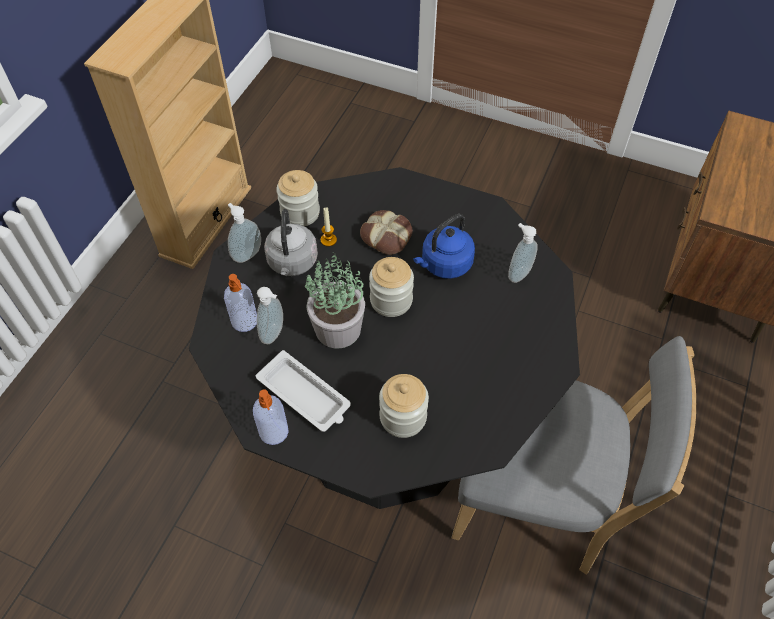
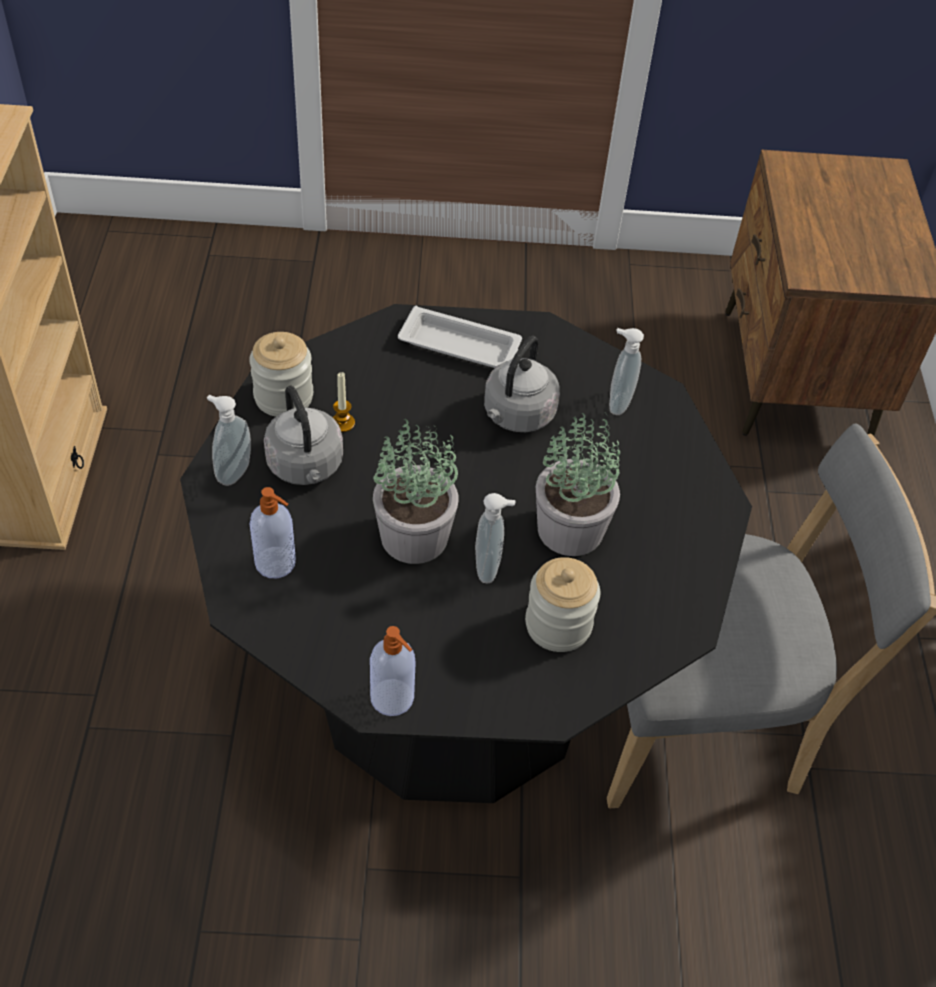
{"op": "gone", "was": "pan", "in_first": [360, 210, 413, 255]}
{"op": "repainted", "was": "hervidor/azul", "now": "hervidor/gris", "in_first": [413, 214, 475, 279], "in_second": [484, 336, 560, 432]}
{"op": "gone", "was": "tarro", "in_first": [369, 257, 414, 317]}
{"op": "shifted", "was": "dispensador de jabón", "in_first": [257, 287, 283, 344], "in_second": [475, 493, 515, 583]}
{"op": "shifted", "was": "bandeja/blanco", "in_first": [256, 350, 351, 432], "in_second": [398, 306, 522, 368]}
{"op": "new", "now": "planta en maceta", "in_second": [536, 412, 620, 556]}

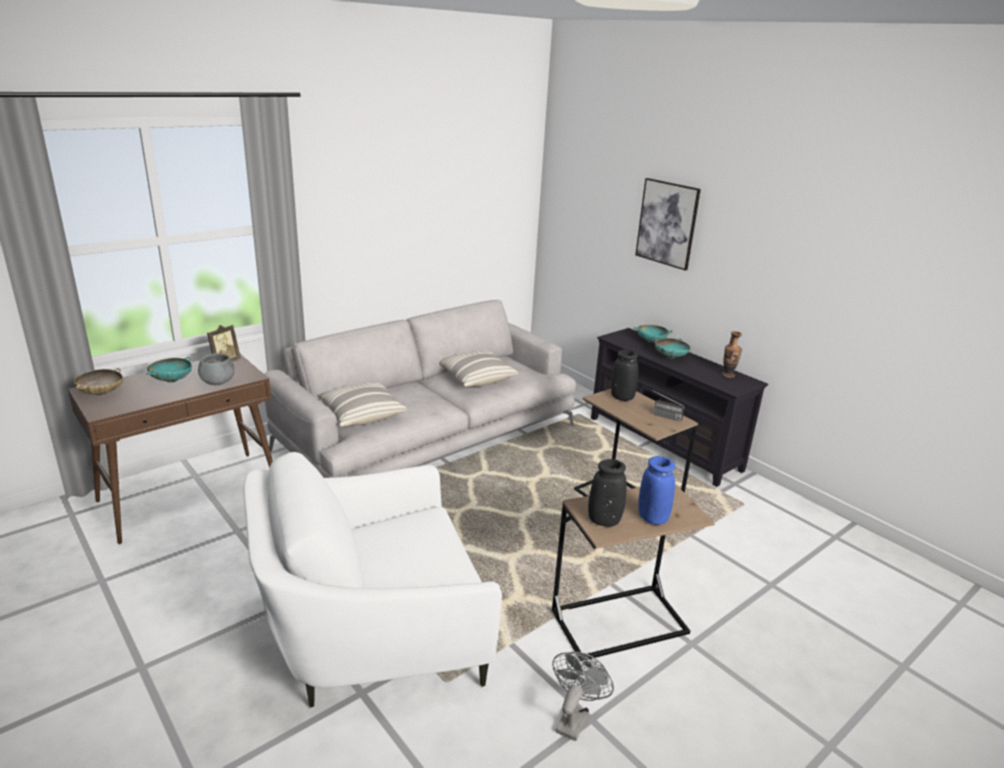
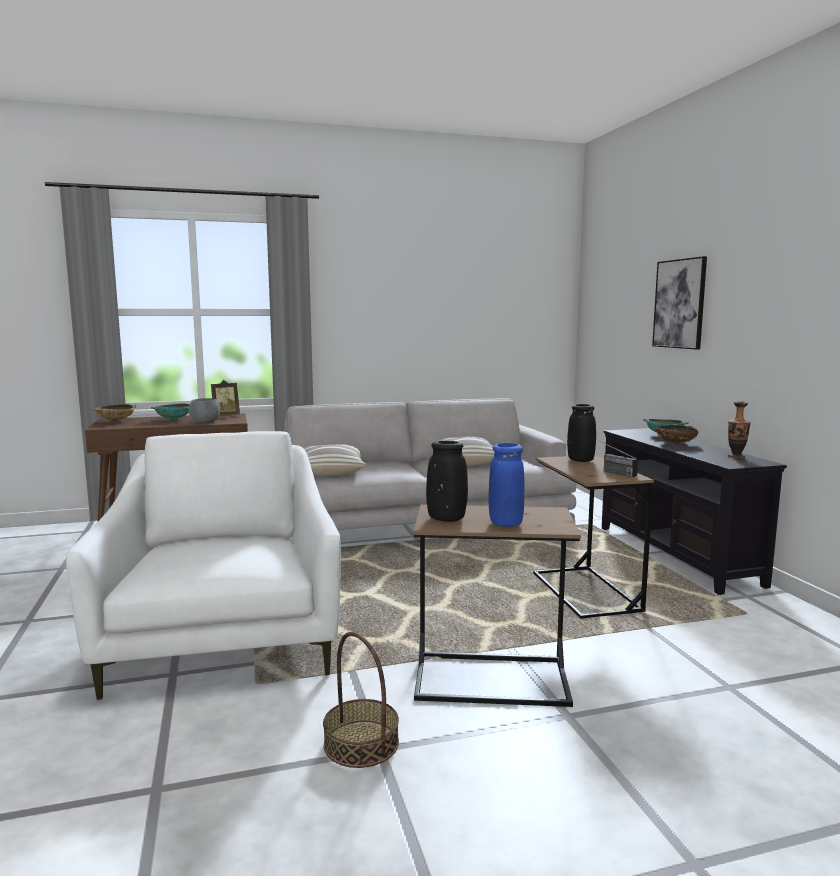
{"op": "repainted", "was": "cuenco/turquesa", "now": "cuenco/marrón", "in_first": [655, 338, 690, 358], "in_second": [656, 425, 699, 445]}
{"op": "rotated", "was": "sillón/blanco", "in_first": [243, 452, 502, 708], "in_second": [66, 431, 341, 700], "clockwise": 75}
{"op": "swapped", "was": "ventilador/gris", "now": "cesta", "in_first": [552, 651, 614, 741], "in_second": [323, 632, 399, 768]}

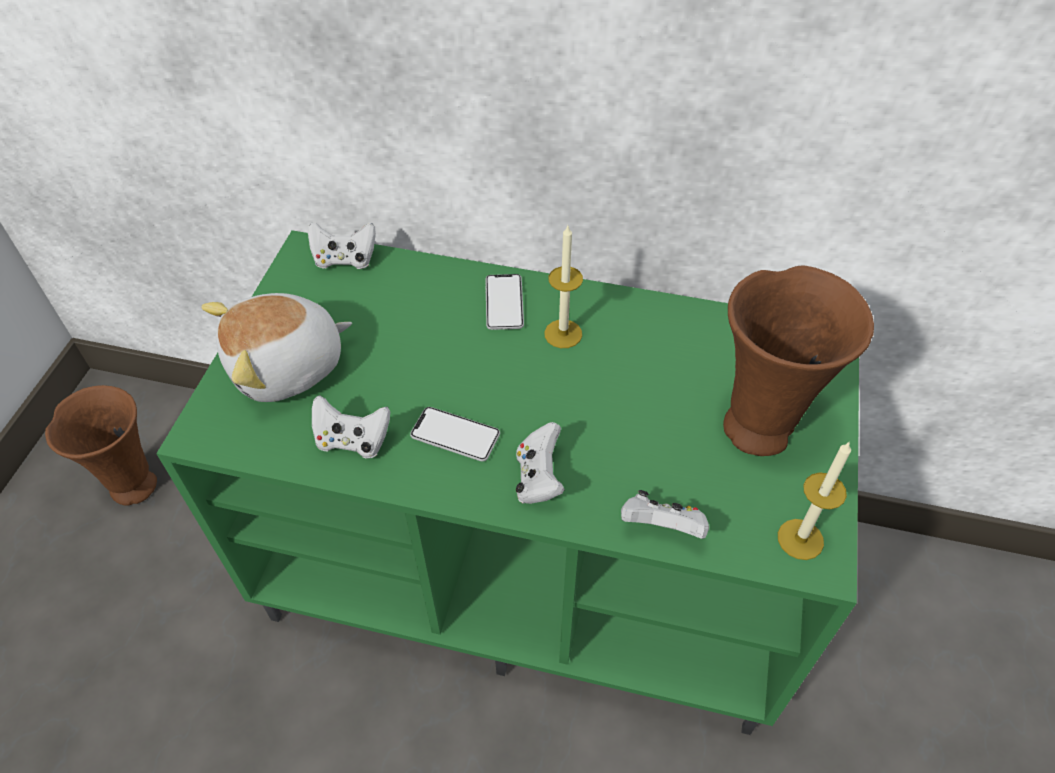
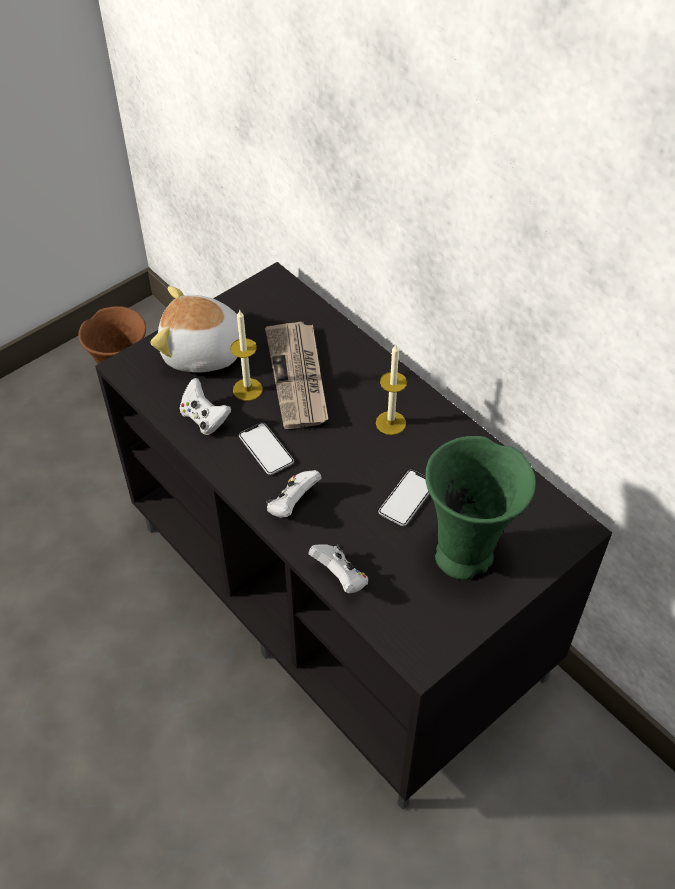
{"op": "gone", "was": "mando de consola/blanco", "in_first": [308, 222, 376, 269]}
{"op": "repainted", "was": "mueble de televisión/verde", "now": "mueble de televisión/negro", "in_first": [156, 230, 859, 735], "in_second": [95, 262, 612, 810]}
{"op": "repainted", "was": "florero/marrón", "now": "florero/verde", "in_first": [723, 266, 874, 456], "in_second": [425, 436, 536, 580]}
{"op": "shifted", "was": "móvil", "in_first": [485, 274, 524, 330], "in_second": [378, 470, 429, 526]}
{"op": "shifted", "was": "vela", "in_first": [778, 441, 851, 560], "in_second": [230, 309, 262, 401]}
{"op": "new", "now": "periódico", "in_second": [265, 321, 328, 429]}

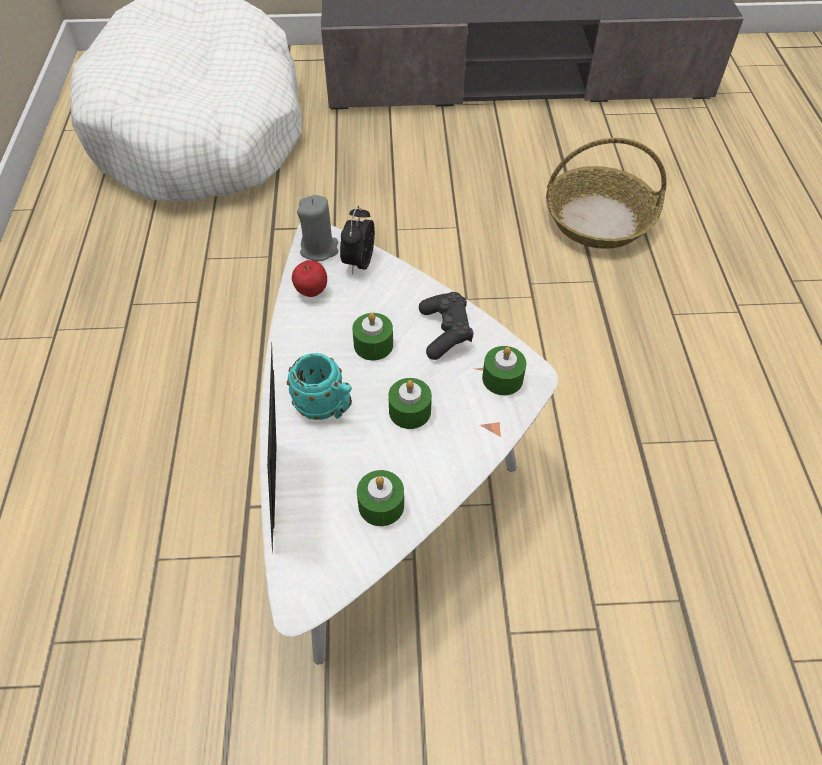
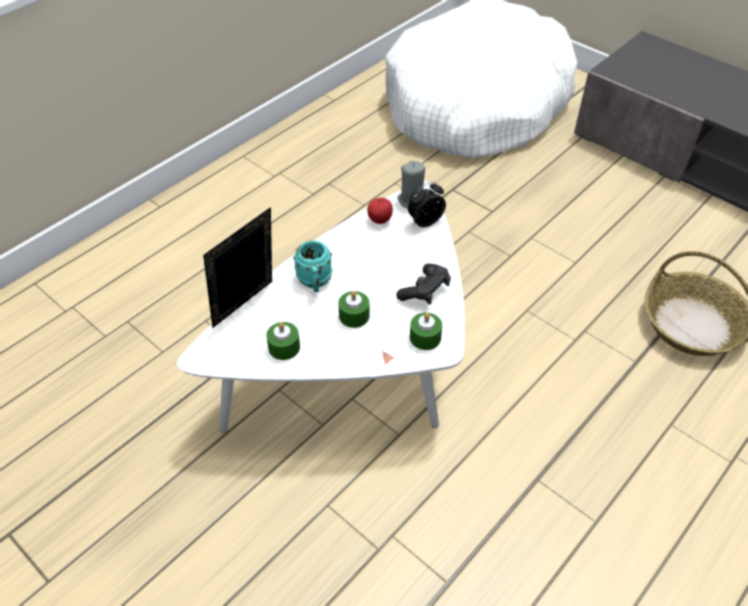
{"op": "gone", "was": "vela/verde", "in_first": [352, 312, 393, 360]}

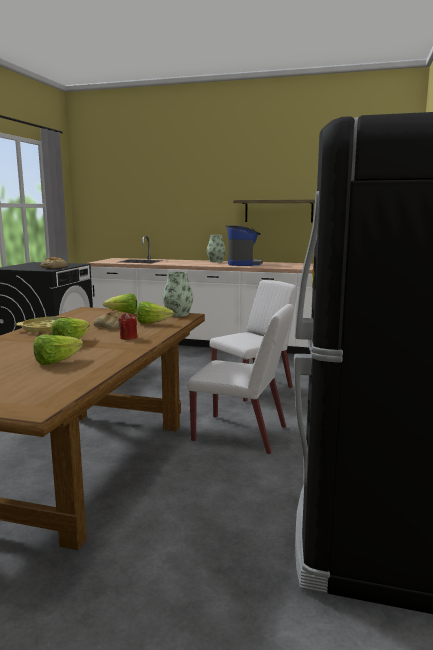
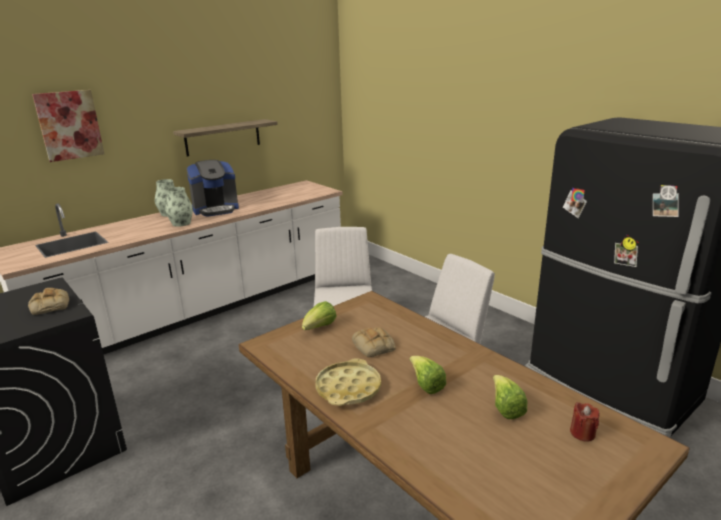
{"op": "rotated", "was": "cafetera", "in_first": [225, 225, 263, 266], "in_second": [187, 160, 239, 217], "clockwise": 120}
{"op": "shifted", "was": "florero", "in_first": [163, 272, 193, 317], "in_second": [165, 187, 193, 227]}
{"op": "gone", "was": "lechuga", "in_first": [137, 301, 174, 324]}
{"op": "shifted", "was": "vela/rojo", "in_first": [119, 313, 137, 340], "in_second": [570, 402, 599, 442]}
{"op": "new", "now": "cuadro", "in_second": [32, 90, 104, 162]}

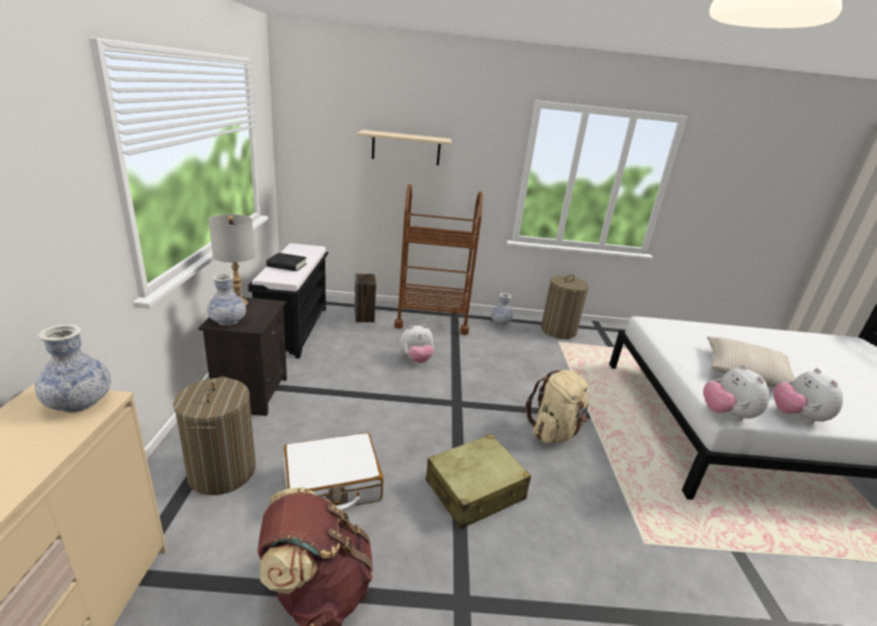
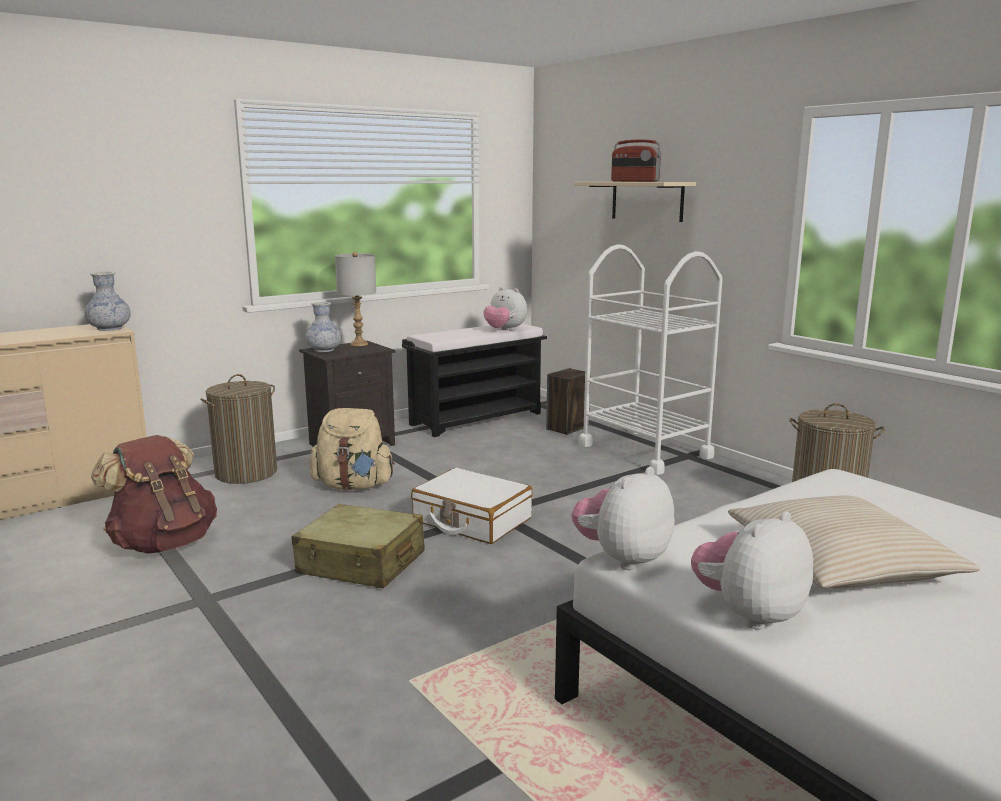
{"op": "repainted", "was": "carrito/marrón", "now": "carrito/blanco", "in_first": [394, 184, 483, 335], "in_second": [579, 244, 723, 475]}
{"op": "gone", "was": "libro/negro", "in_first": [266, 253, 307, 271]}
{"op": "gone", "was": "florero", "in_first": [491, 293, 513, 325]}
{"op": "shifted", "was": "peluche", "in_first": [400, 325, 434, 363], "in_second": [483, 287, 527, 331]}
{"op": "shifted", "was": "mochila/beis", "in_first": [525, 370, 588, 444], "in_second": [310, 408, 395, 490]}
{"op": "shifted", "was": "maleta/blanco", "in_first": [284, 433, 383, 512], "in_second": [411, 467, 533, 544]}
{"op": "new", "now": "radio", "in_second": [611, 139, 661, 182]}

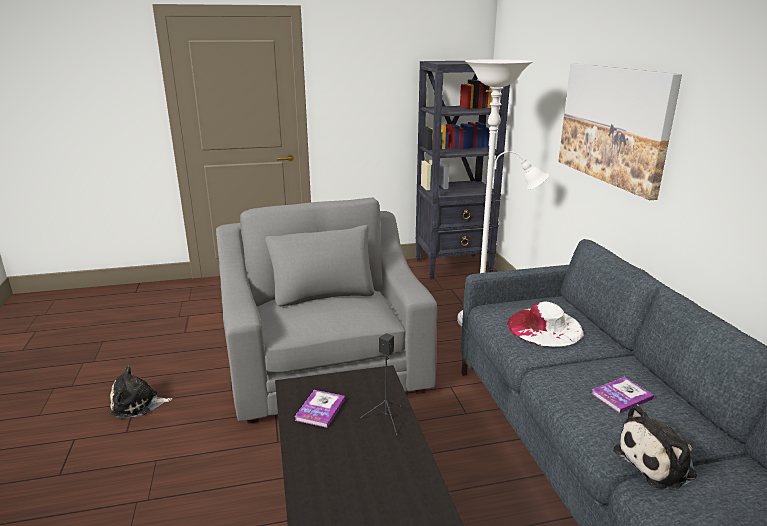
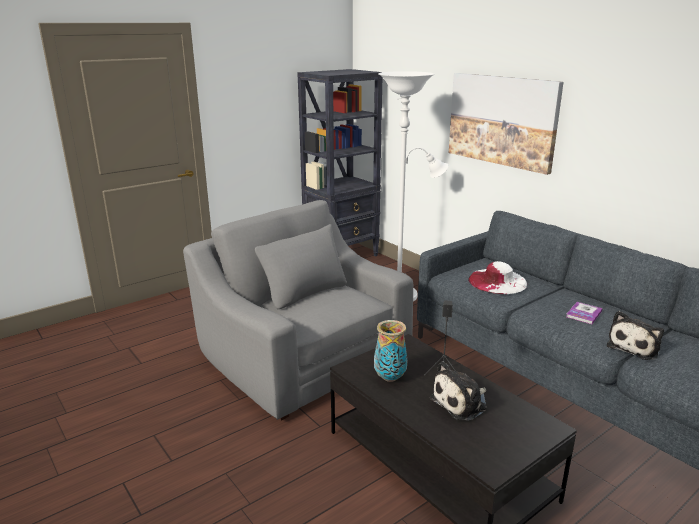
{"op": "shifted", "was": "peluche", "in_first": [110, 366, 172, 418], "in_second": [429, 361, 487, 421]}
{"op": "swapped", "was": "libro", "now": "florero", "in_first": [295, 390, 345, 428], "in_second": [374, 320, 408, 382]}

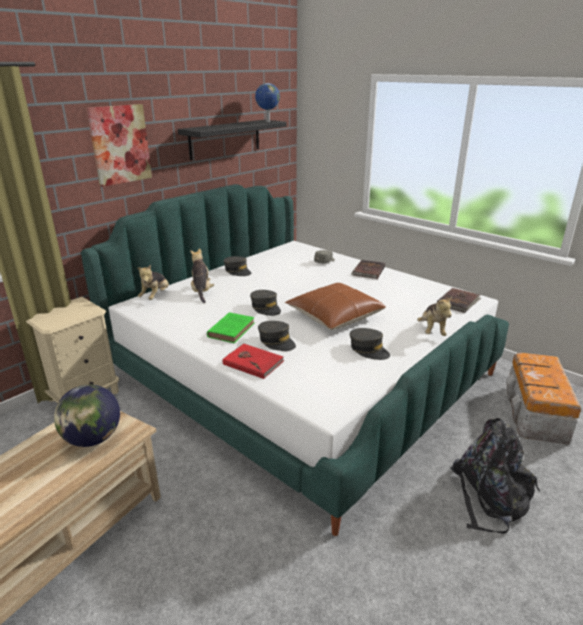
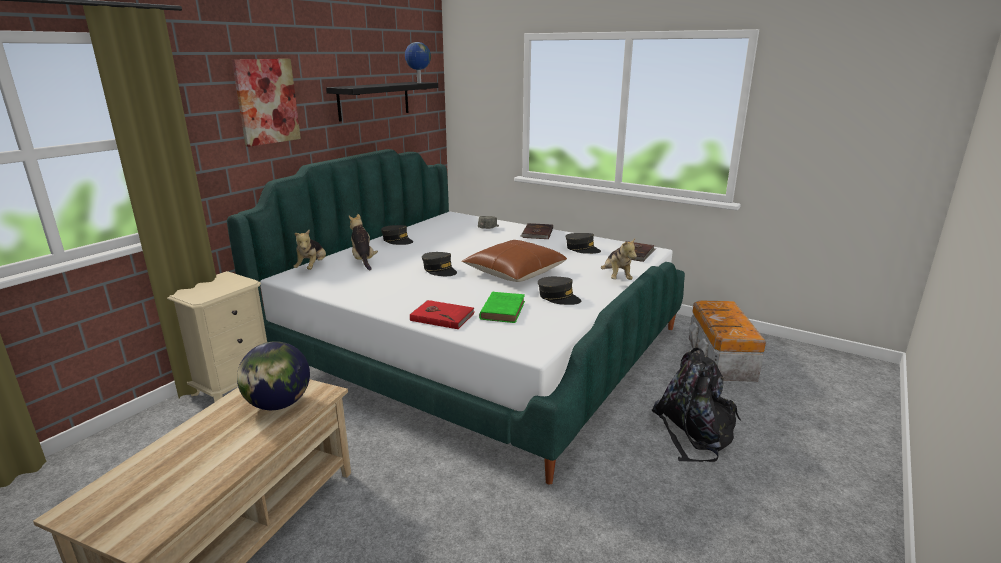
{"op": "shifted", "was": "libro/verde", "in_first": [207, 312, 255, 343], "in_second": [479, 292, 525, 323]}
{"op": "shifted", "was": "gorra/gris", "in_first": [258, 321, 296, 351], "in_second": [565, 233, 601, 254]}

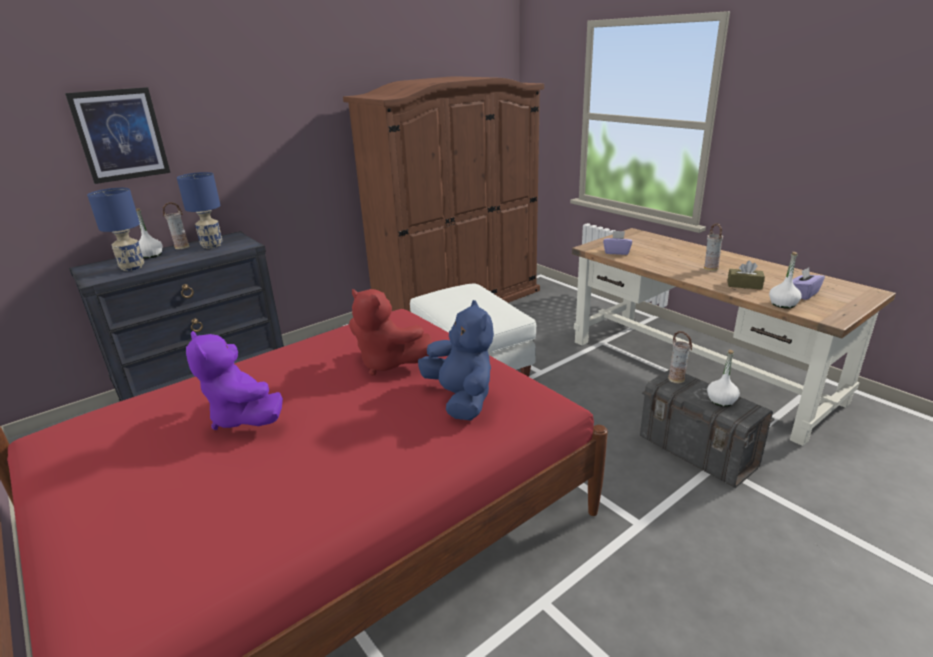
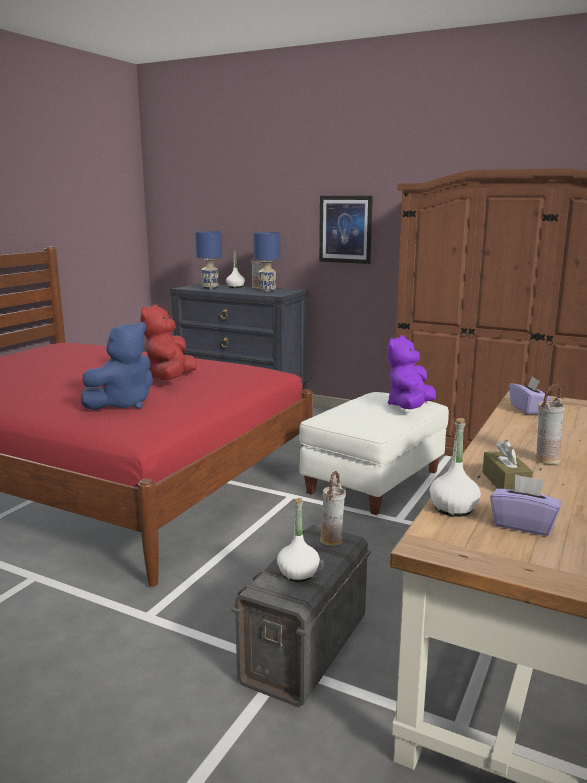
{"op": "shifted", "was": "cuadro", "in_first": [65, 87, 170, 184], "in_second": [319, 196, 373, 264]}
{"op": "shifted", "was": "peluche/morado", "in_first": [186, 331, 283, 430], "in_second": [388, 335, 436, 409]}

